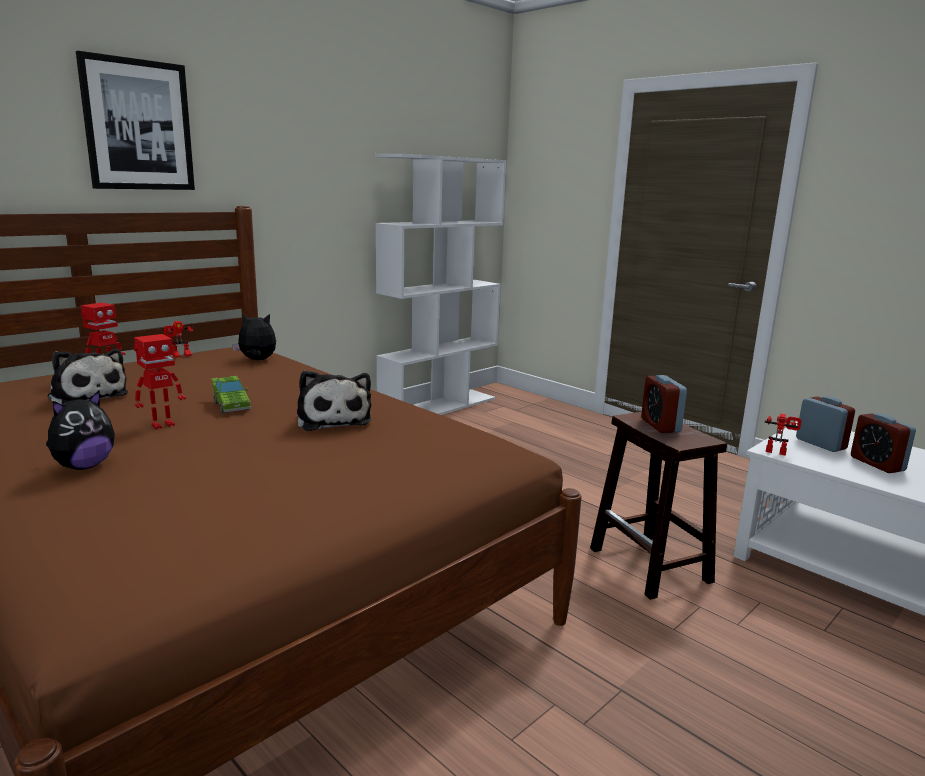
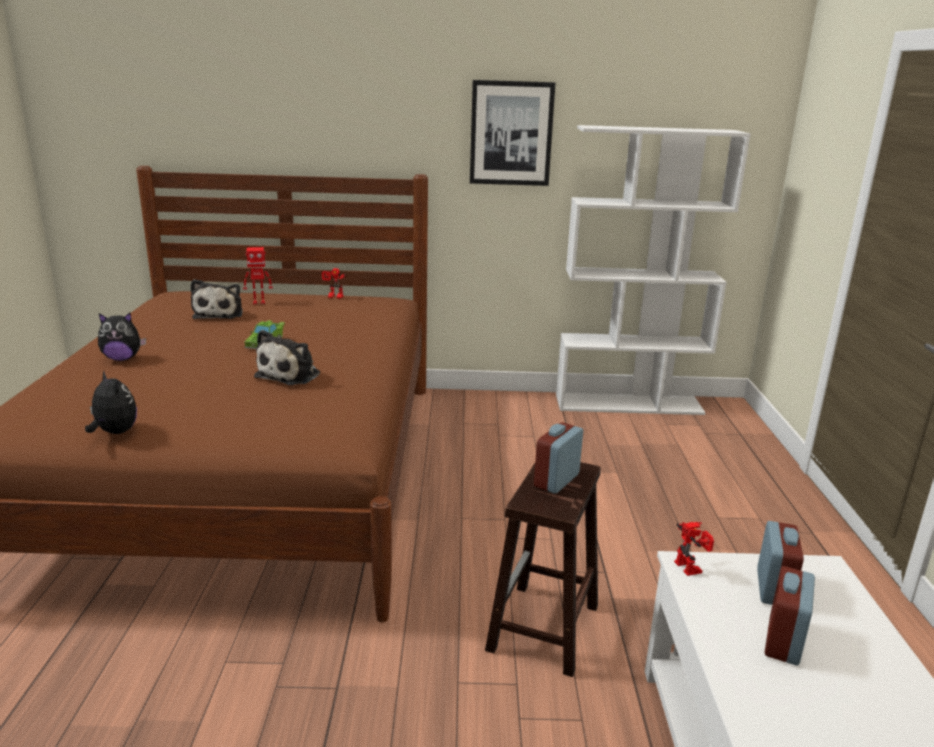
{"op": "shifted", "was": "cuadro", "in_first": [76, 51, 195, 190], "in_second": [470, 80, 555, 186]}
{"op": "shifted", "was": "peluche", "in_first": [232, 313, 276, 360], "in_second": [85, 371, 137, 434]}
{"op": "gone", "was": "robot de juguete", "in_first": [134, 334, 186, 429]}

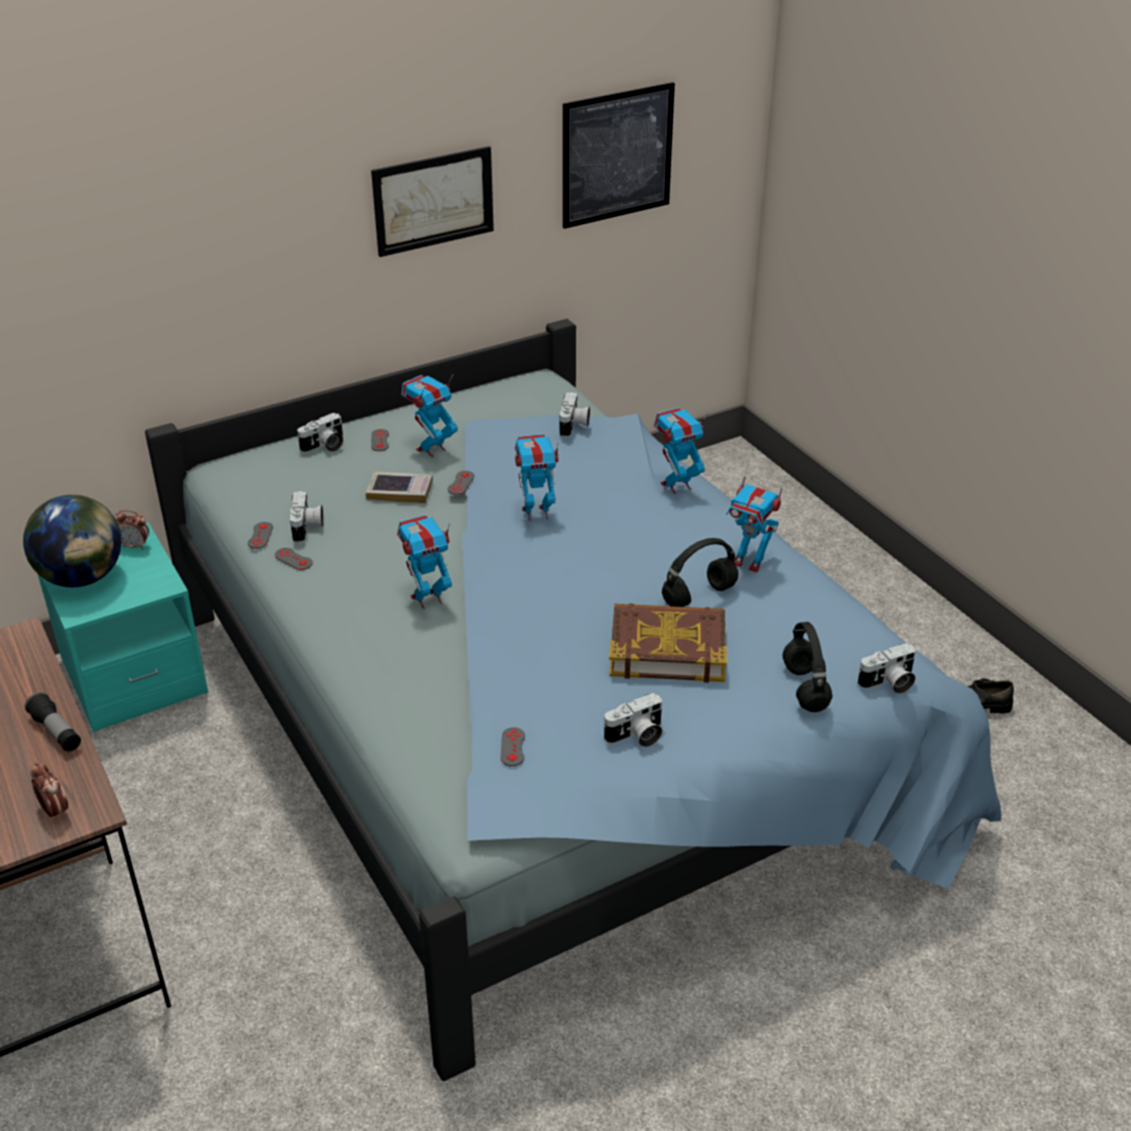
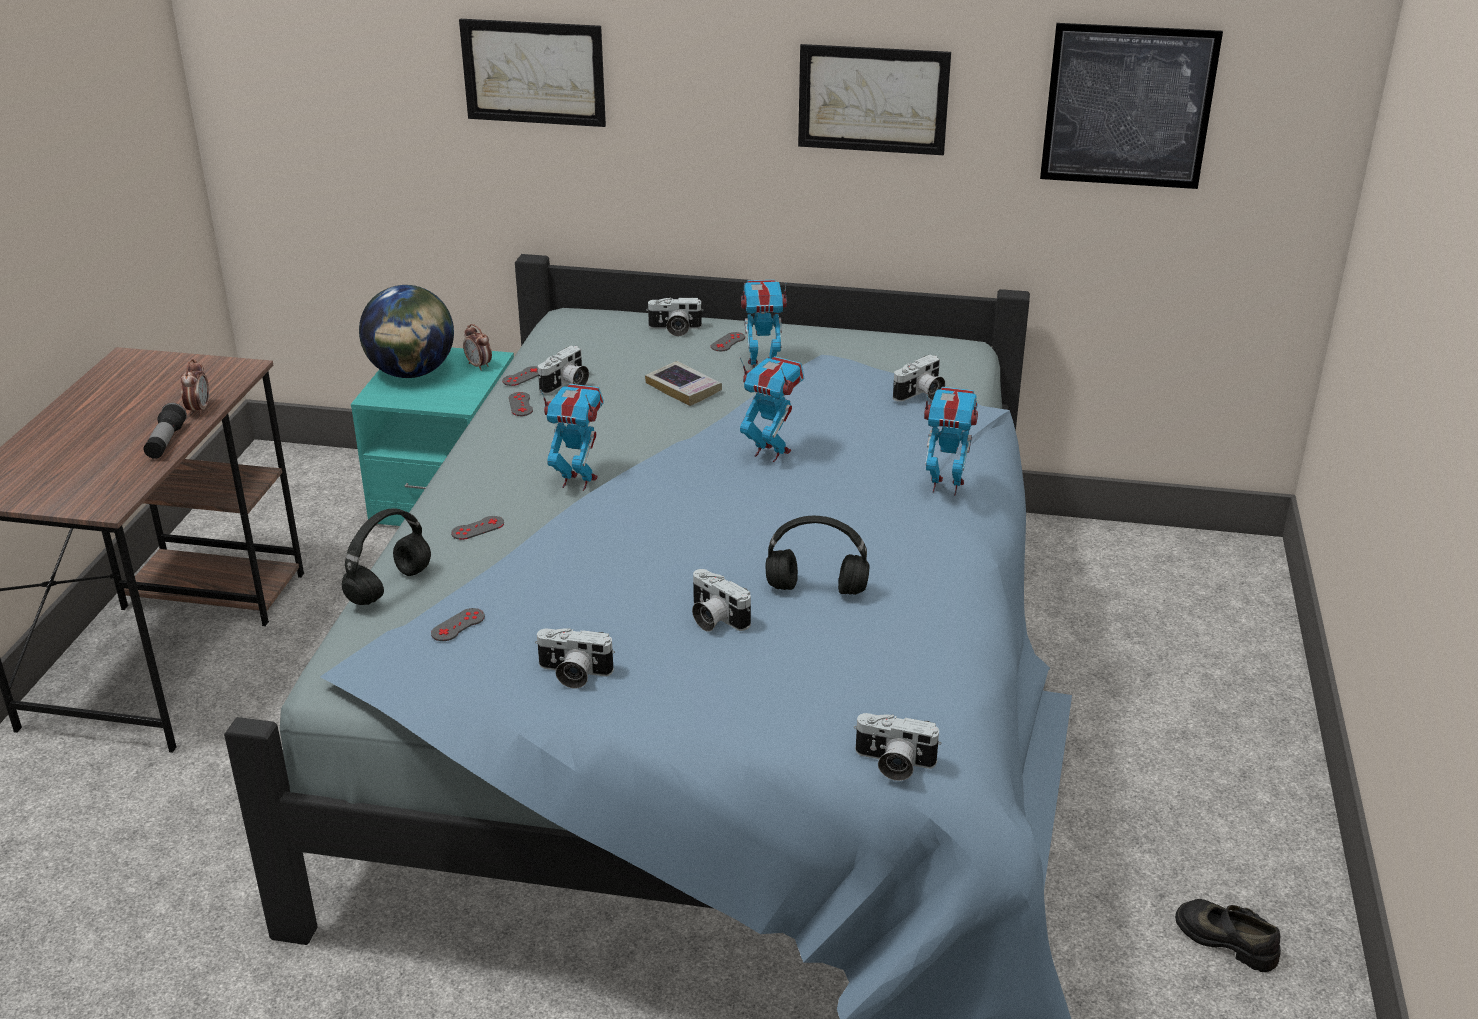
{"op": "gone", "was": "robot de juguete", "in_first": [727, 465, 786, 572]}
{"op": "shifted", "was": "mando de consola/gris", "in_first": [448, 471, 474, 495], "in_second": [451, 516, 504, 540]}
{"op": "swapped", "was": "libro", "now": "cámara", "in_first": [609, 603, 727, 683], "in_second": [692, 569, 751, 631]}
{"op": "shifted", "was": "auriculares/negro", "in_first": [782, 622, 832, 712], "in_second": [342, 508, 431, 605]}
{"op": "shifted", "was": "despertador", "in_first": [30, 762, 68, 820], "in_second": [181, 359, 209, 416]}
{"op": "new", "now": "cuadro", "in_second": [459, 19, 606, 127]}

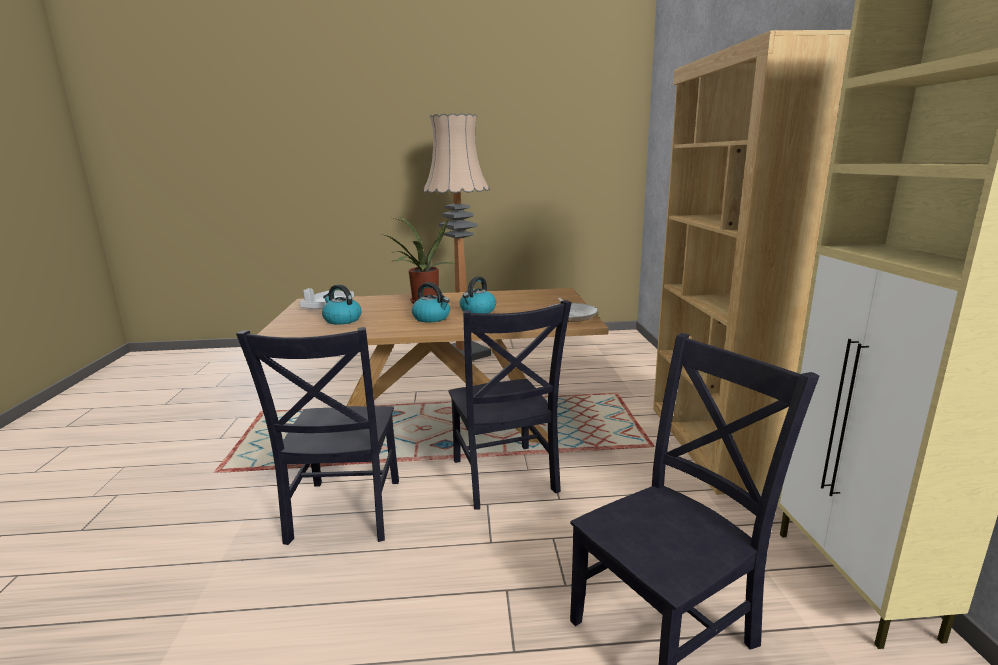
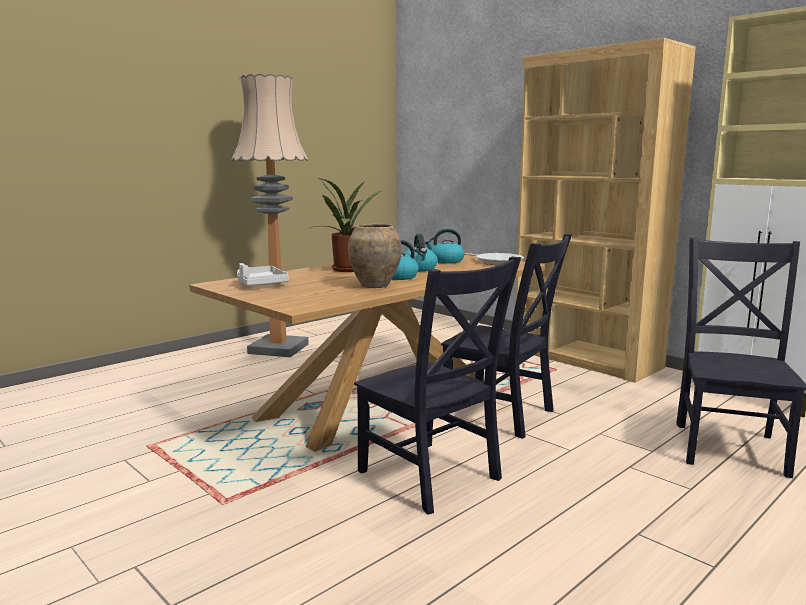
{"op": "shifted", "was": "hervidor", "in_first": [322, 284, 362, 325], "in_second": [425, 229, 464, 264]}
{"op": "new", "now": "florero/marrón", "in_second": [348, 224, 402, 288]}

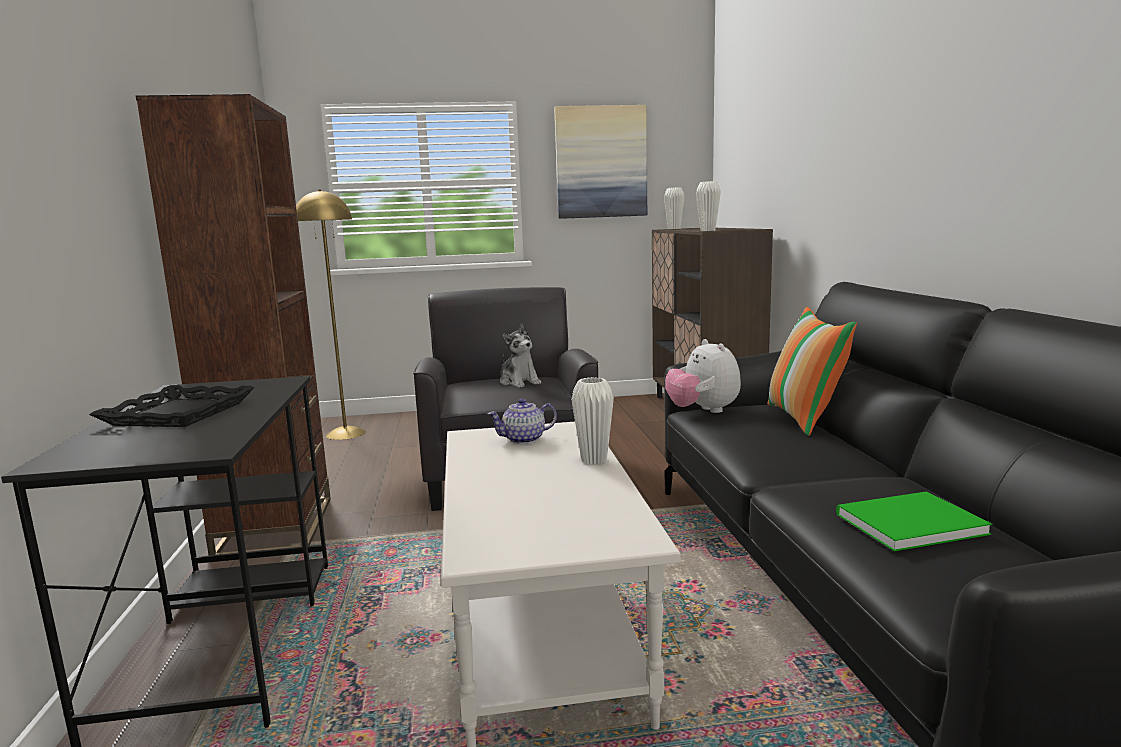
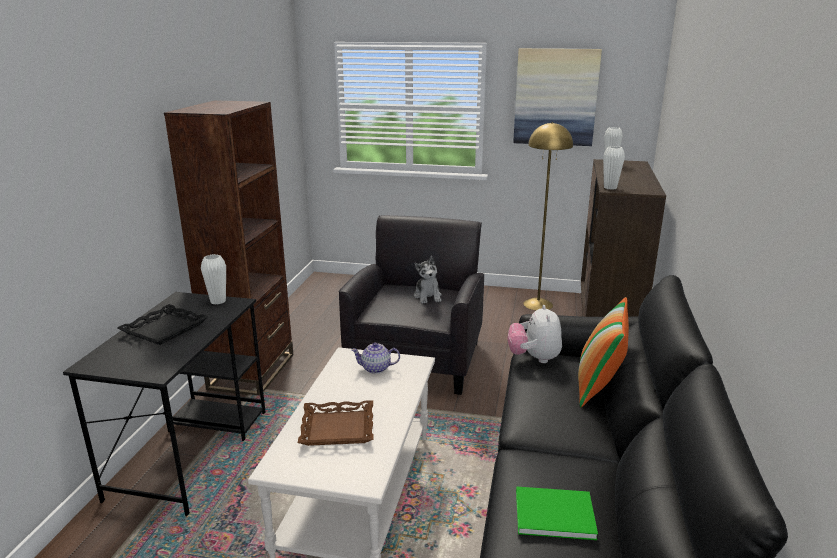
{"op": "shifted", "was": "lámpara de pie/amarillo", "in_first": [296, 190, 366, 440], "in_second": [523, 122, 573, 310]}
{"op": "shifted", "was": "florero/blanco", "in_first": [571, 377, 614, 464], "in_second": [201, 254, 226, 305]}
{"op": "new", "now": "bandeja/marrón", "in_second": [298, 400, 374, 446]}

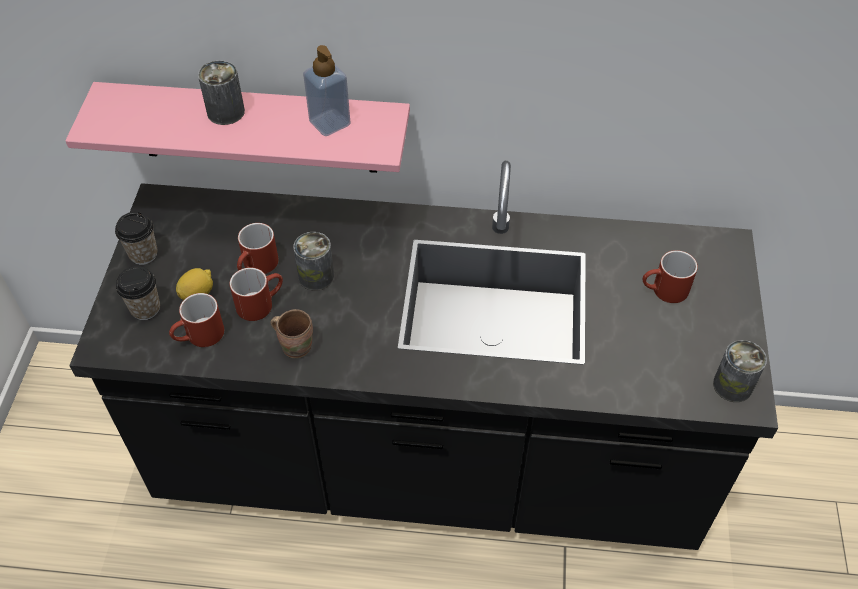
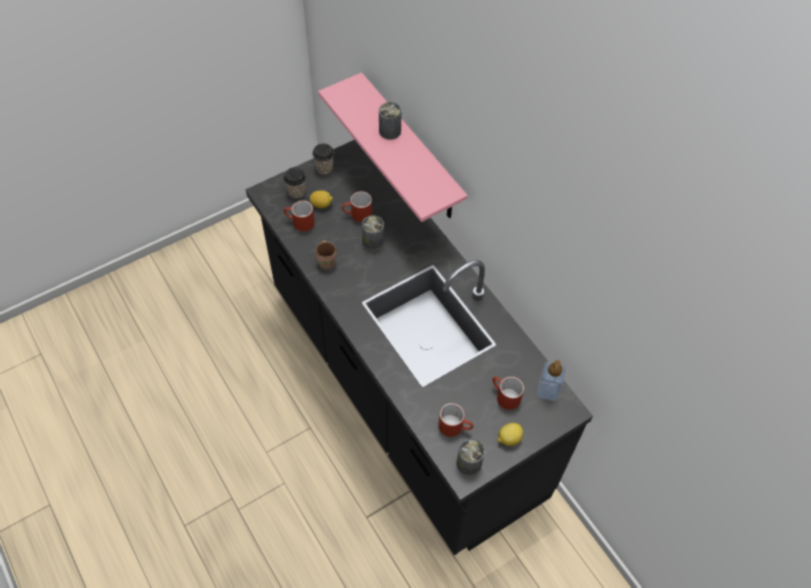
{"op": "shifted", "was": "dispensador de jabón", "in_first": [303, 45, 351, 136], "in_second": [536, 360, 566, 401]}
{"op": "shifted", "was": "taza grande/rojo", "in_first": [230, 268, 283, 321], "in_second": [438, 403, 474, 437]}
{"op": "new", "now": "limón", "in_second": [498, 423, 524, 446]}

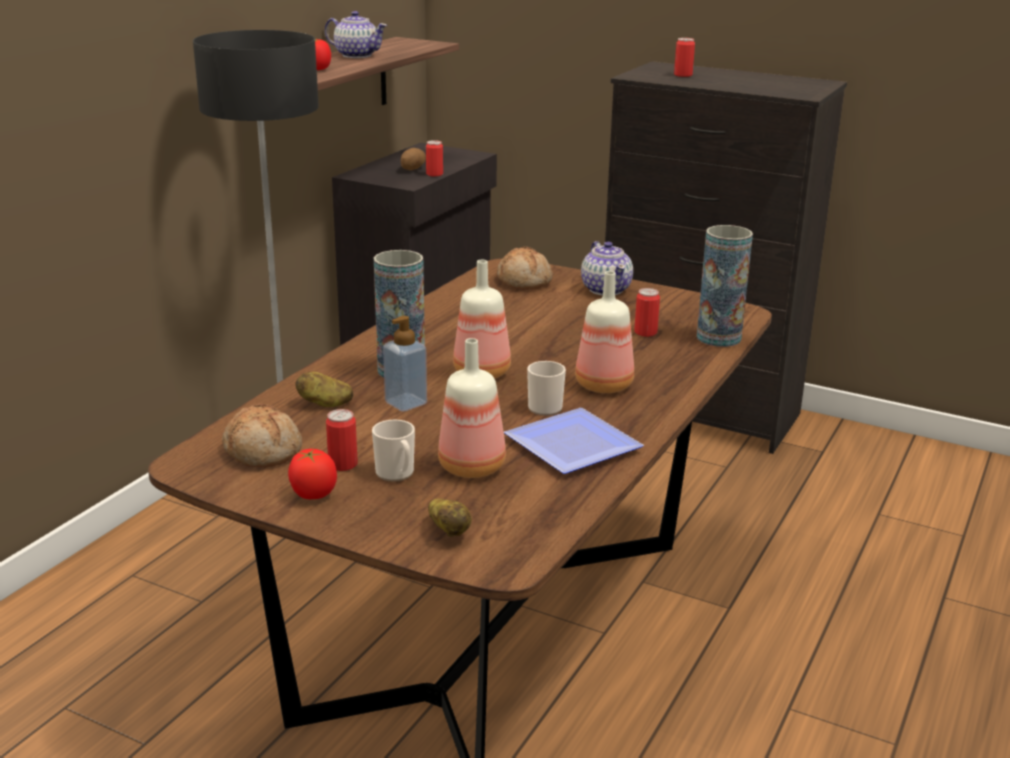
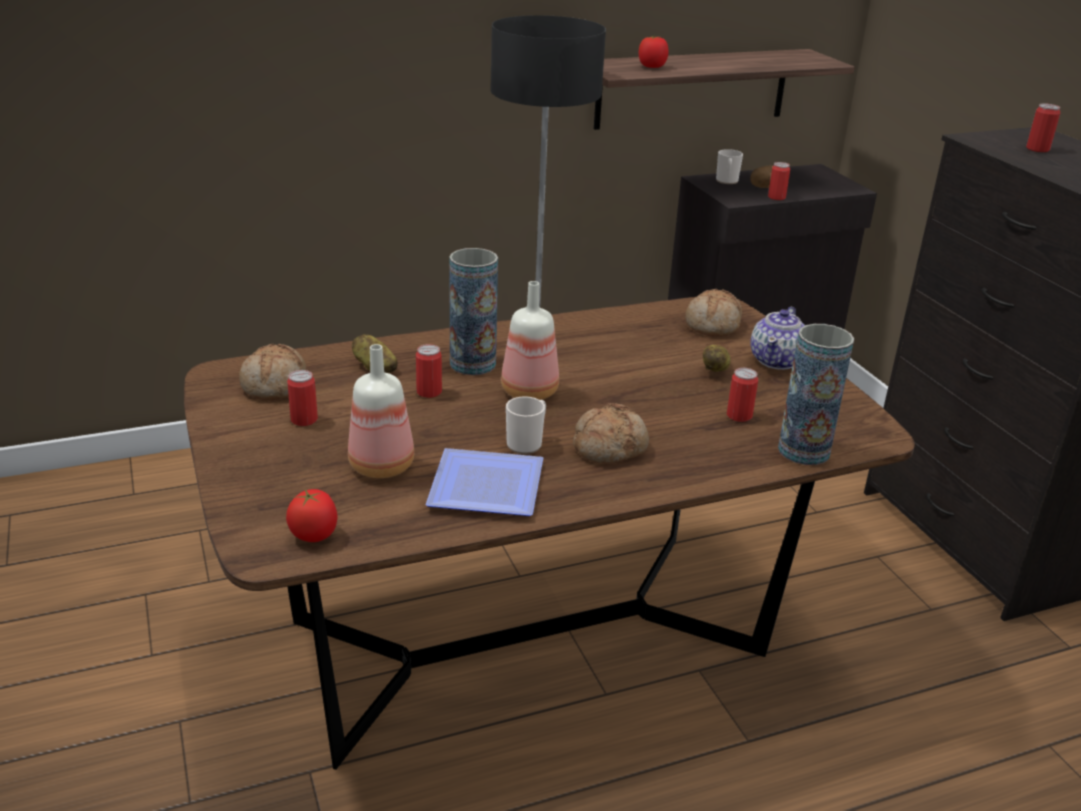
{"op": "gone", "was": "tetera", "in_first": [325, 11, 387, 58]}
{"op": "swapped", "was": "botella", "now": "pan", "in_first": [575, 271, 634, 393], "in_second": [573, 403, 649, 463]}
{"op": "swapped", "was": "dispensador de jabón", "now": "lata", "in_first": [383, 316, 427, 411], "in_second": [416, 344, 442, 398]}
{"op": "shifted", "was": "taza grande", "in_first": [372, 419, 415, 482], "in_second": [716, 149, 743, 184]}
{"op": "shifted", "was": "tomate", "in_first": [288, 449, 337, 499], "in_second": [286, 489, 338, 542]}
{"op": "shifted", "was": "patata", "in_first": [428, 498, 472, 537], "in_second": [703, 345, 731, 372]}

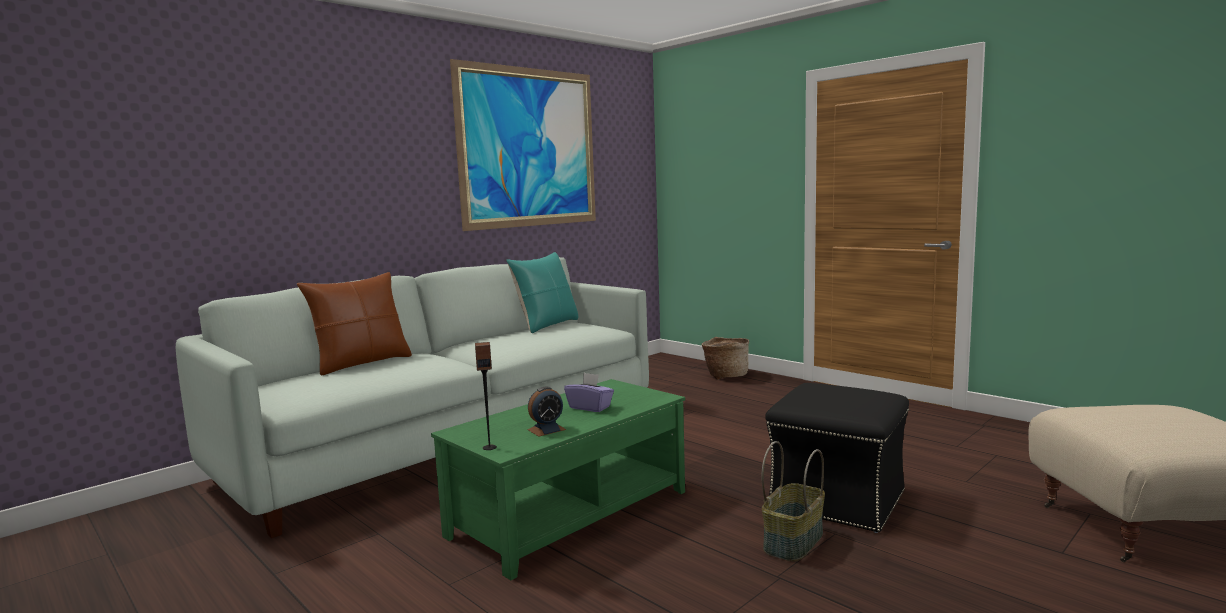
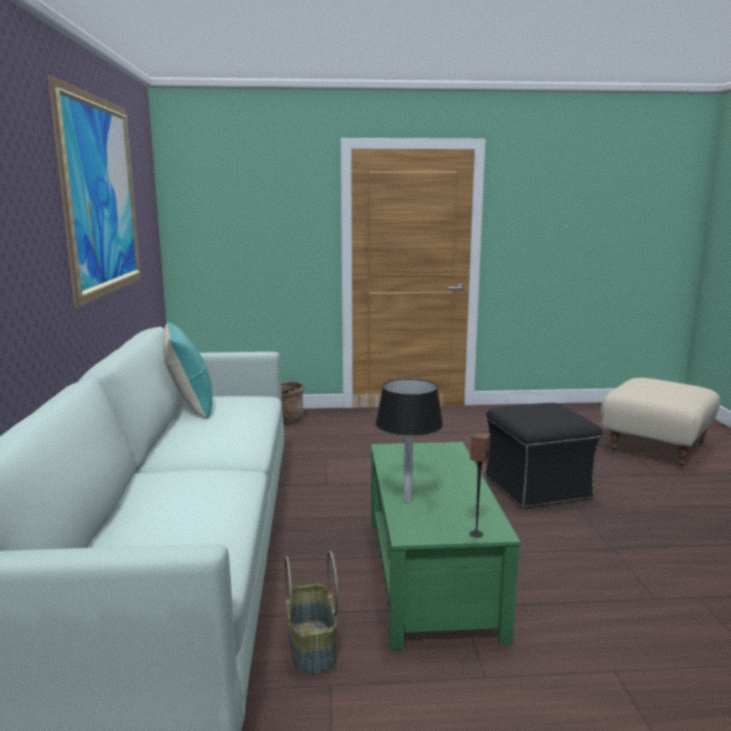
{"op": "gone", "was": "cojín/marrón", "in_first": [297, 272, 412, 376]}
{"op": "gone", "was": "caja de pañuelos/morado", "in_first": [564, 373, 614, 412]}
{"op": "gone", "was": "despertador", "in_first": [528, 387, 566, 437]}
{"op": "shifted", "was": "cesta", "in_first": [762, 441, 825, 562], "in_second": [285, 551, 338, 675]}
{"op": "new", "now": "lámpara de mesa/negro", "in_second": [376, 379, 443, 501]}

